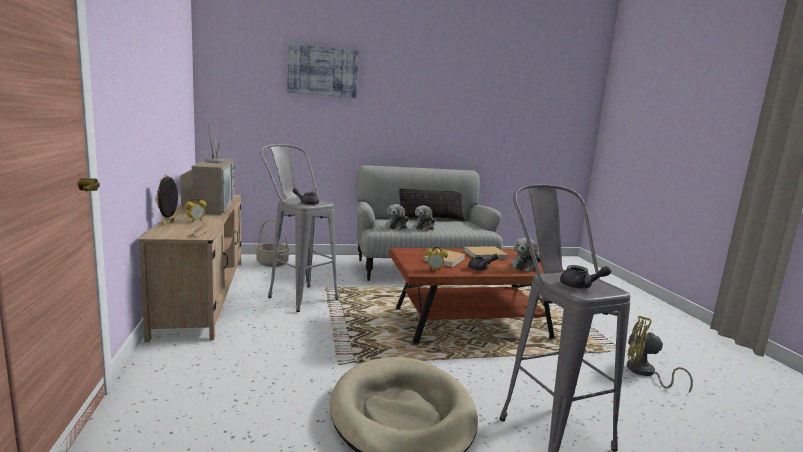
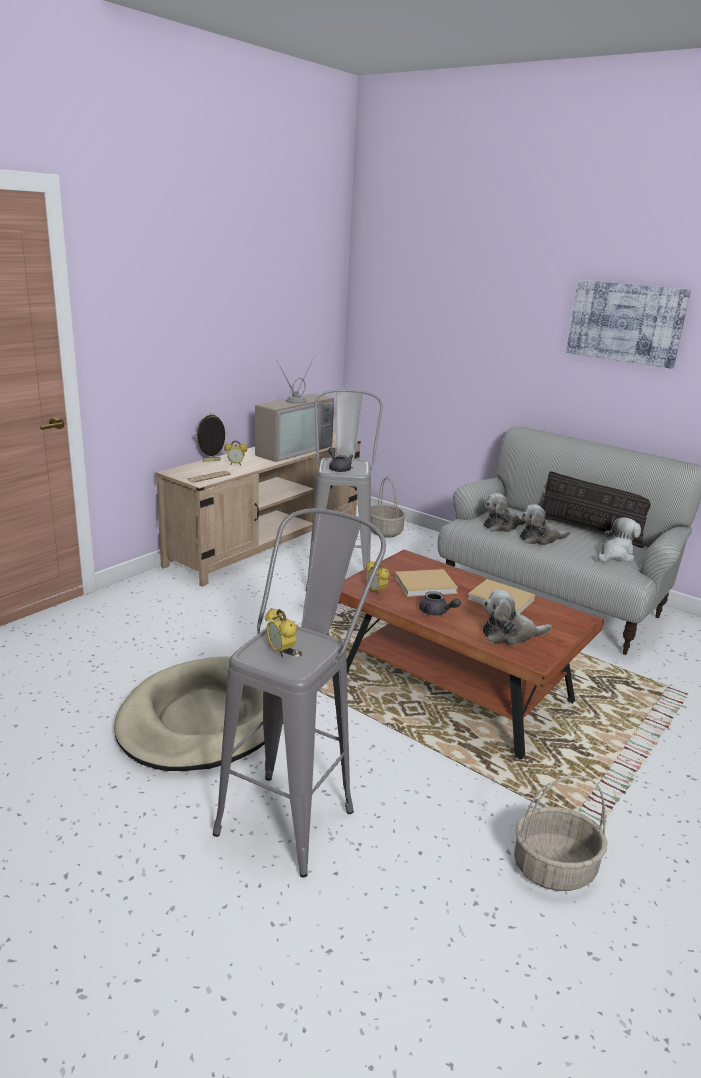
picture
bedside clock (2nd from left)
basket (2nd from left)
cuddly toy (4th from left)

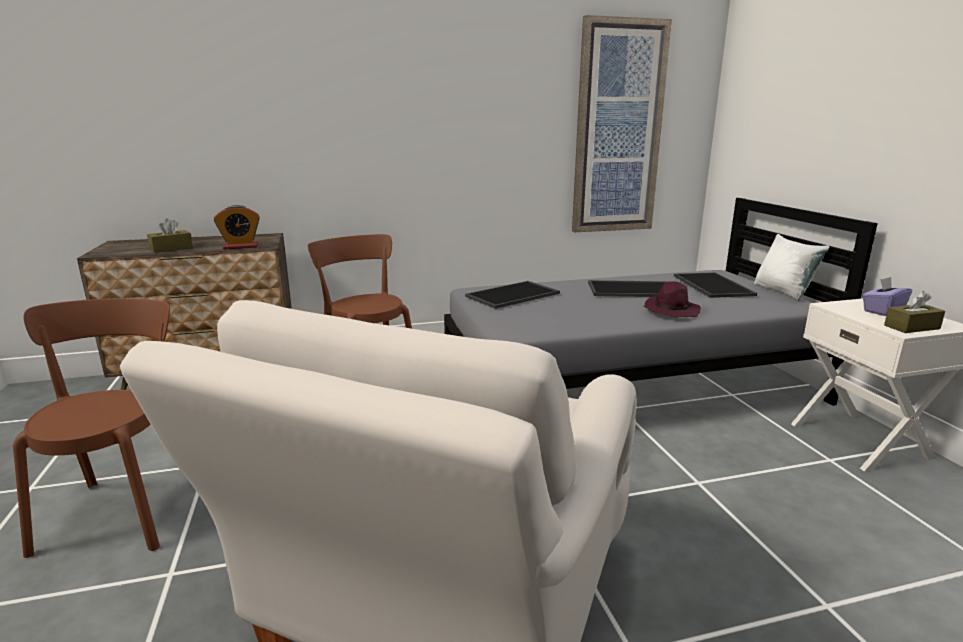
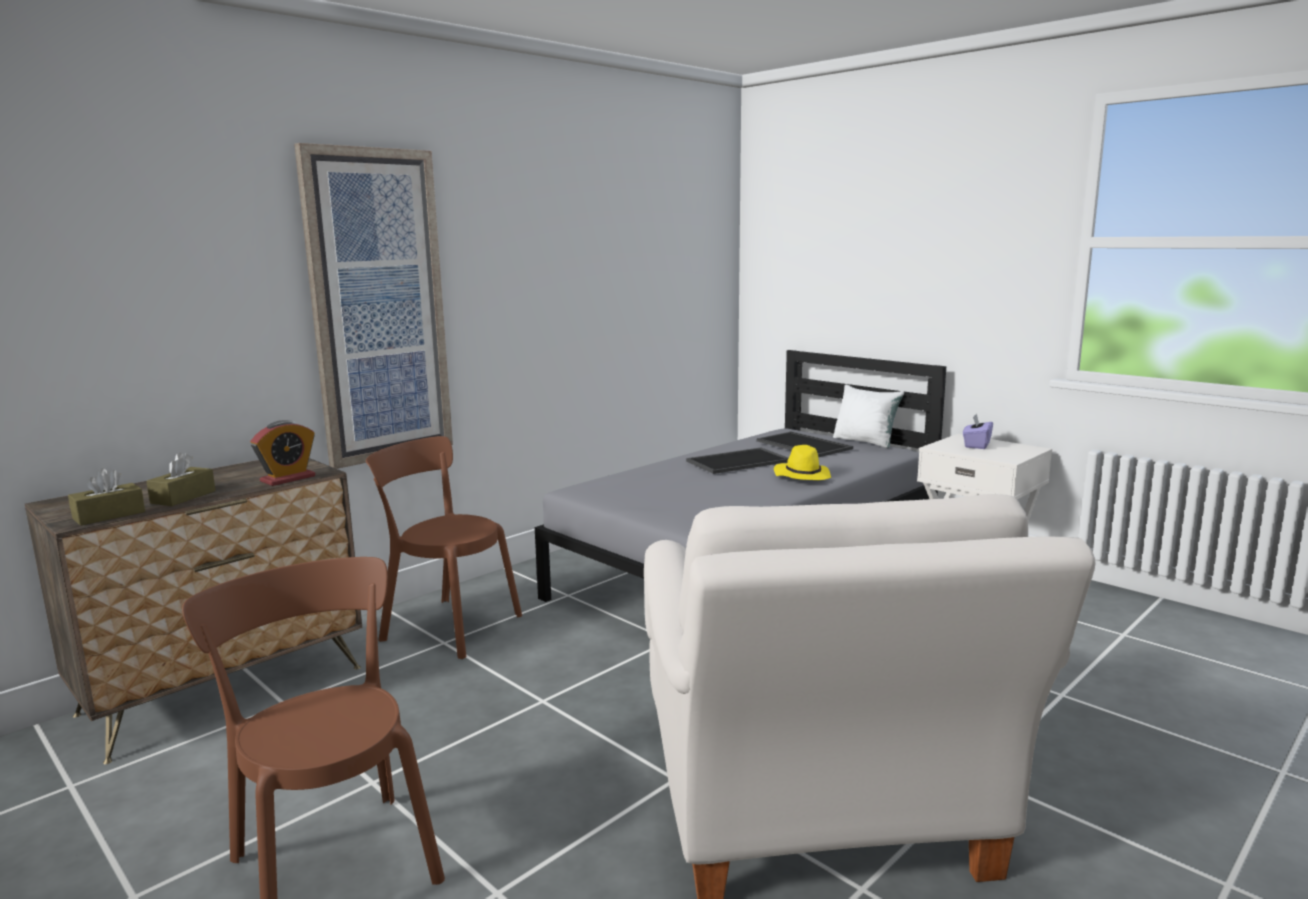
serving tray (1st from left in the first image)
picture
hat in yellowish
tissue holder in brown-coloured (1st from left)

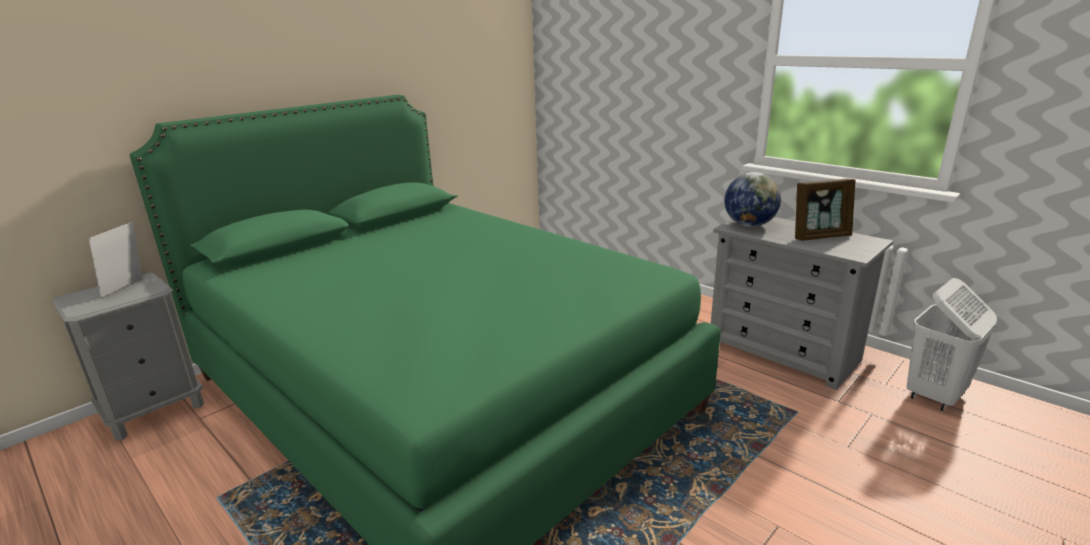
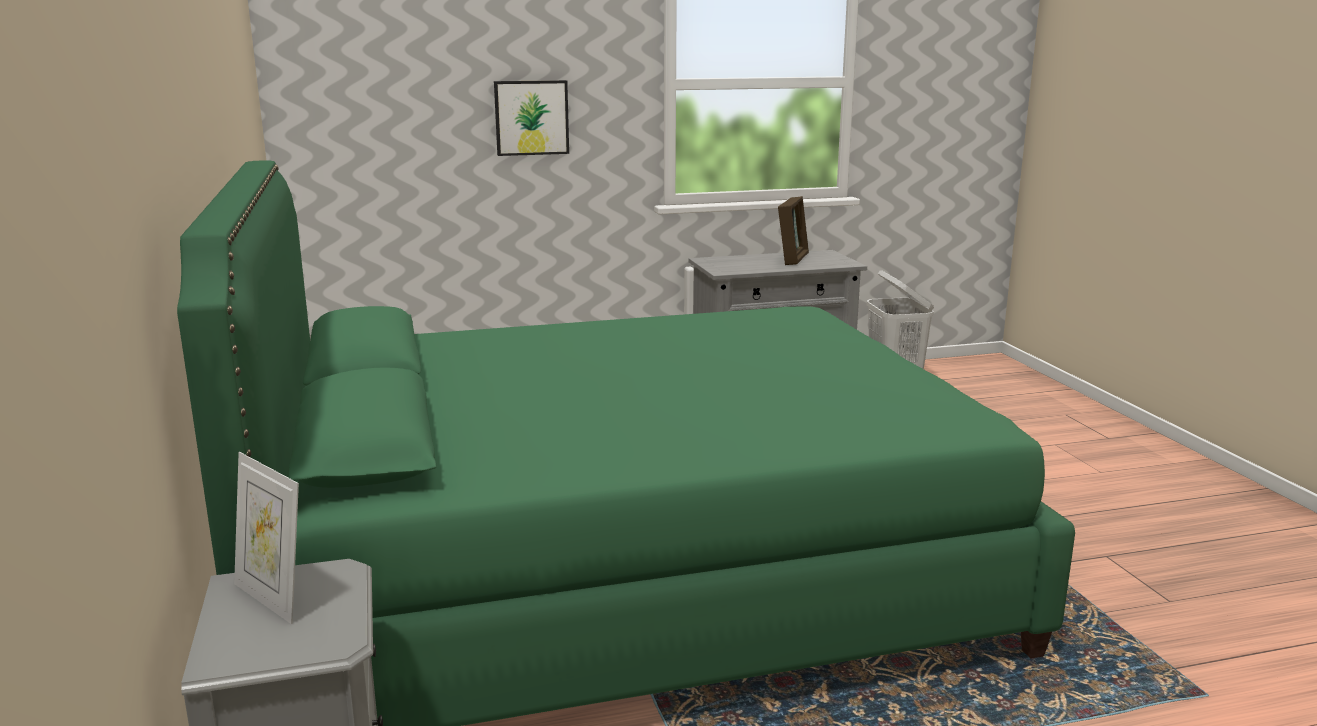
world globe
picture

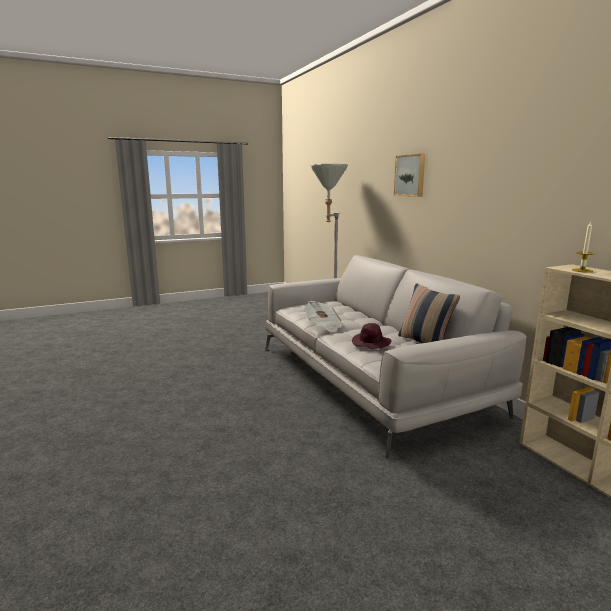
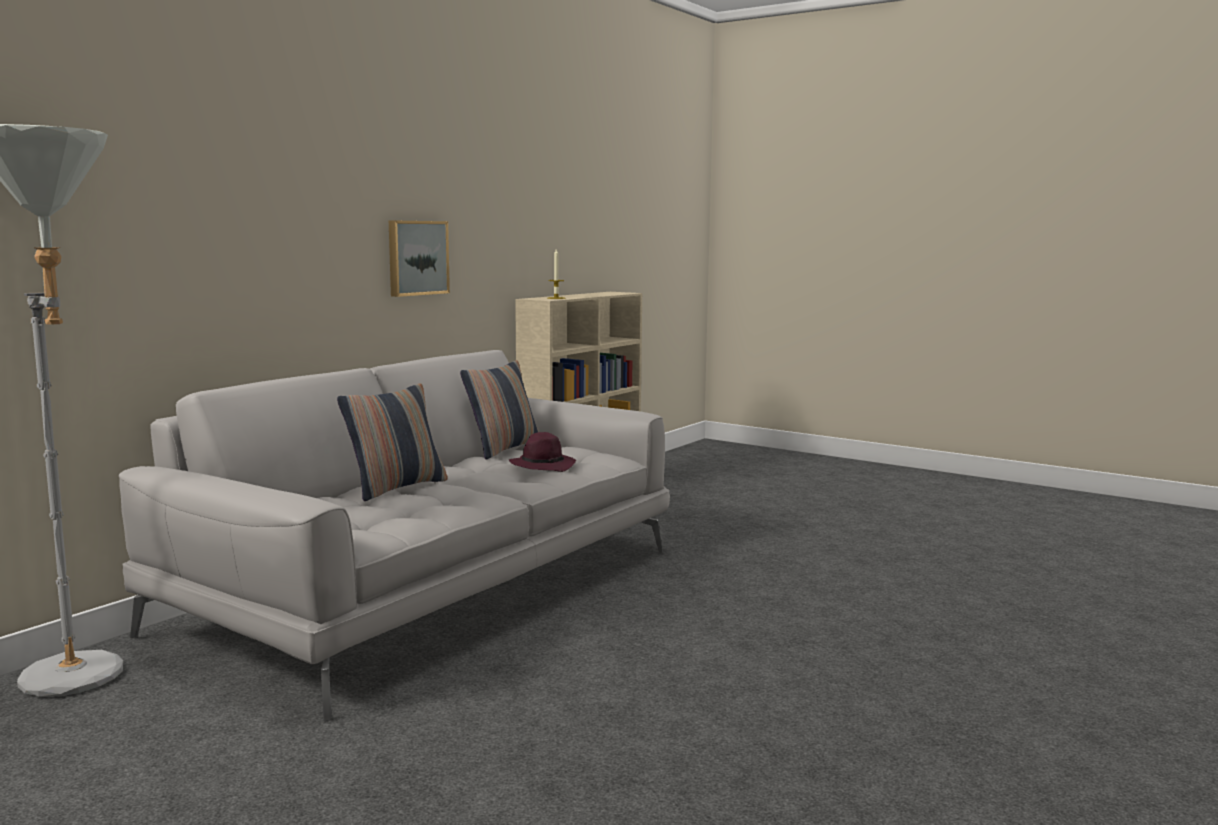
printed paper
picture
throw pillow (1st from left)

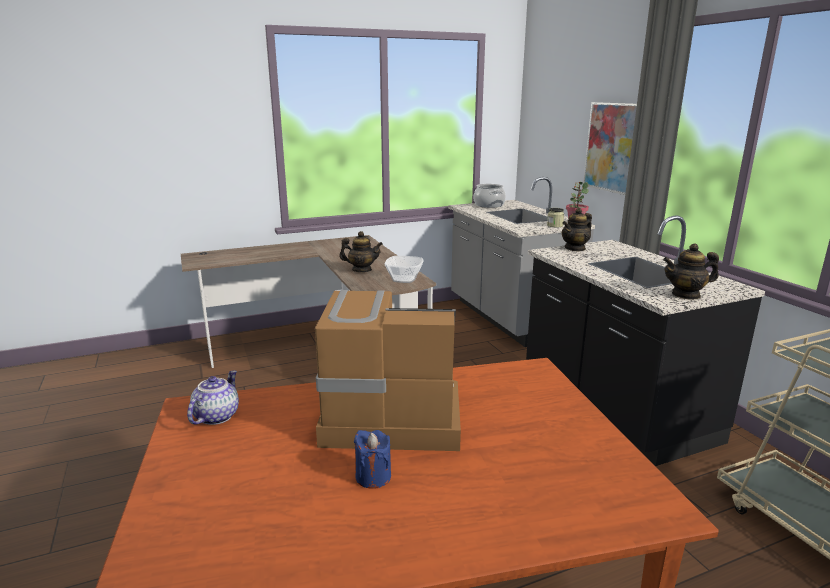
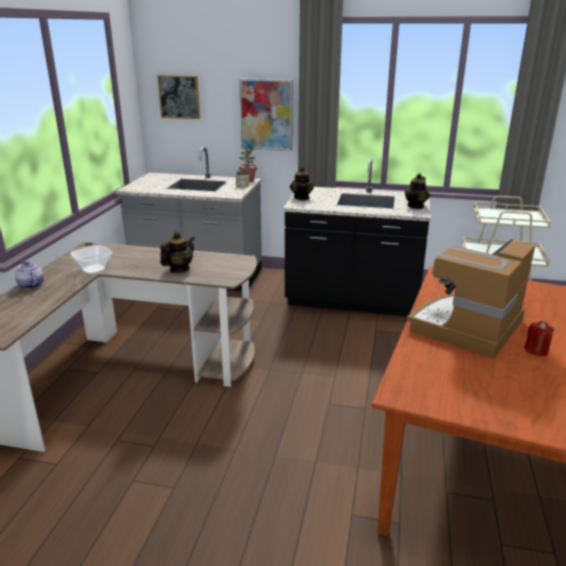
pot for tea (1st from left)
wax light in red-coloured
deep dish
saucepot
picture (1st from left)

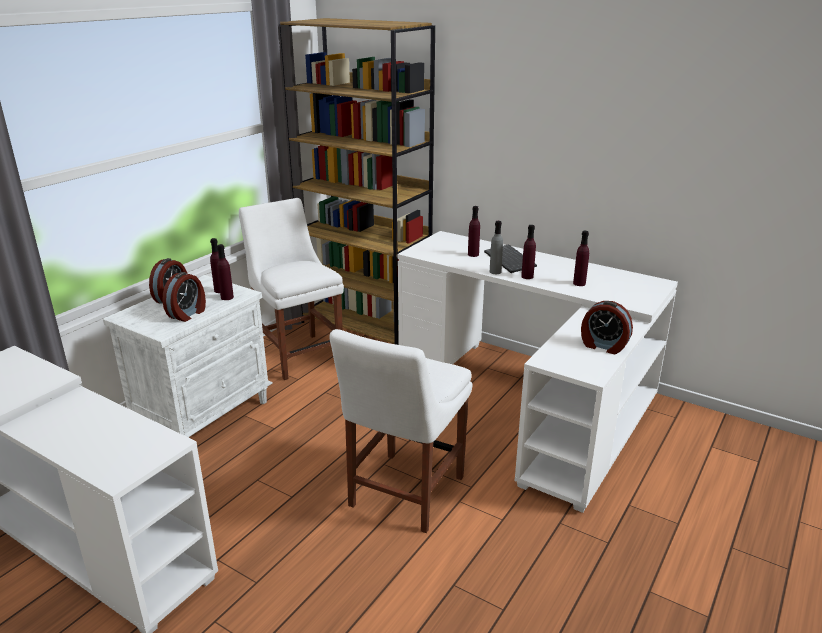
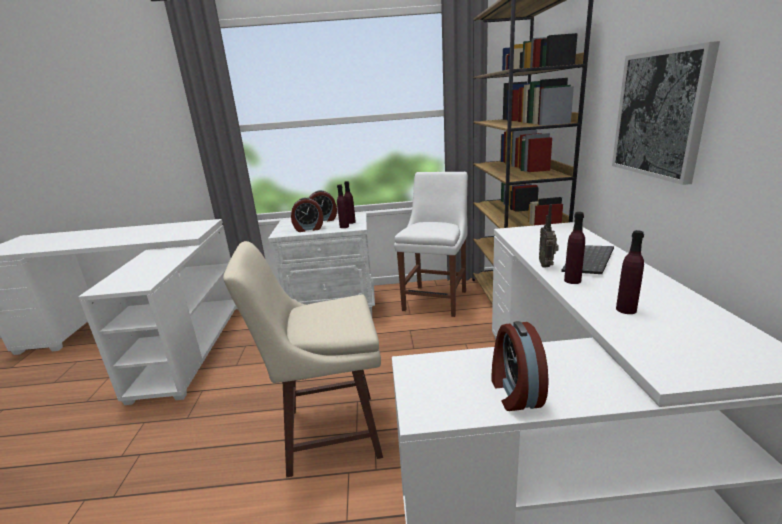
sitting stool in beige-coloured
drink bottle in purple (3rd from left in the first image)
radio receiver
picture

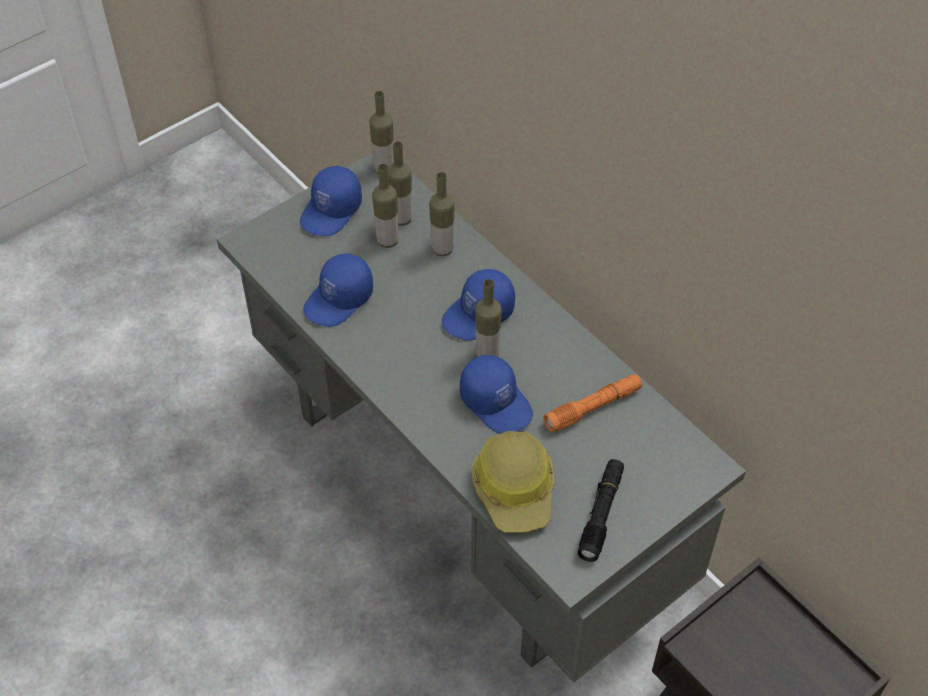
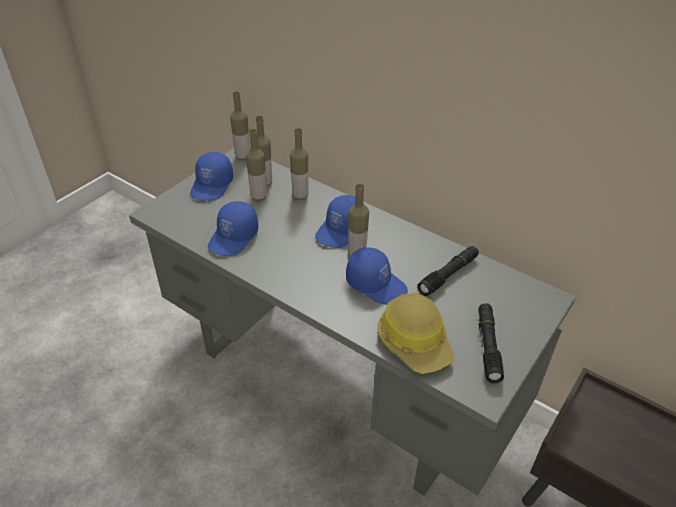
hand torch in black (1st from left)

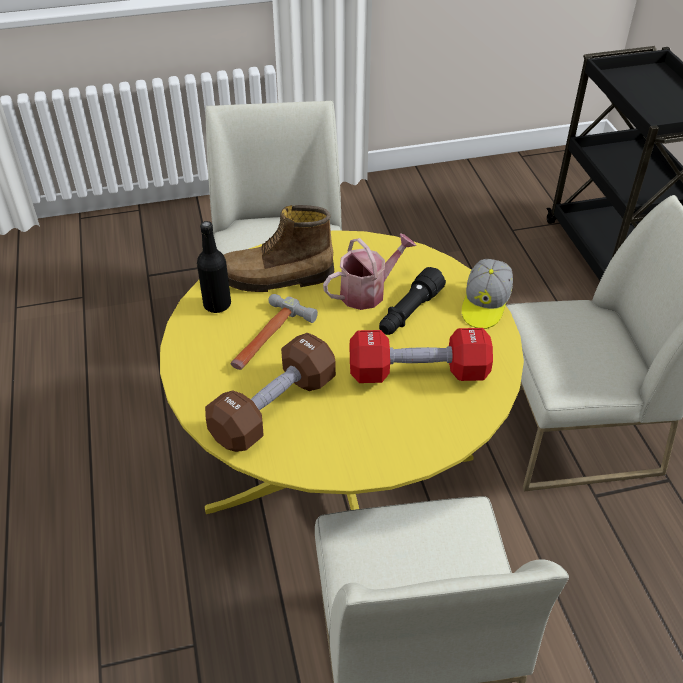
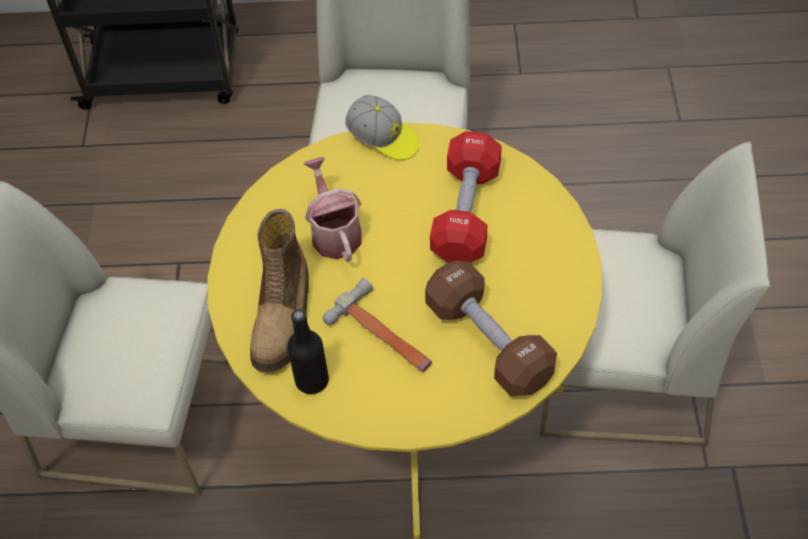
hand torch in black

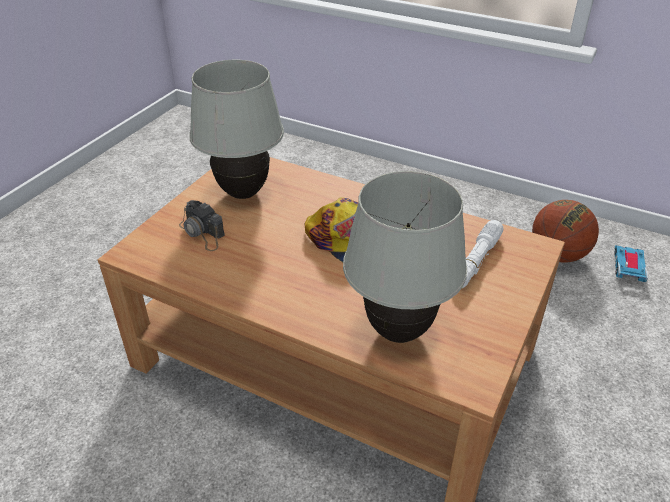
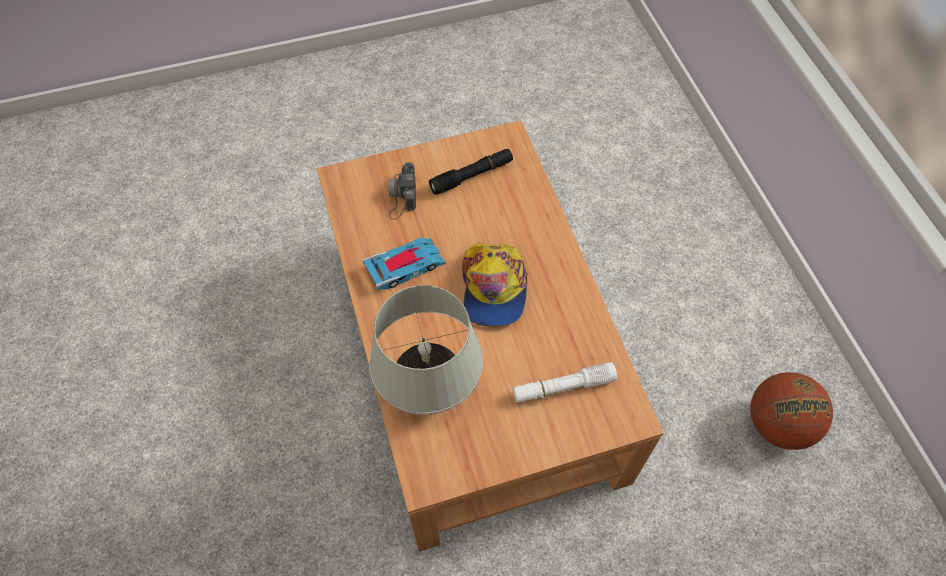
hand torch in black
miniature car

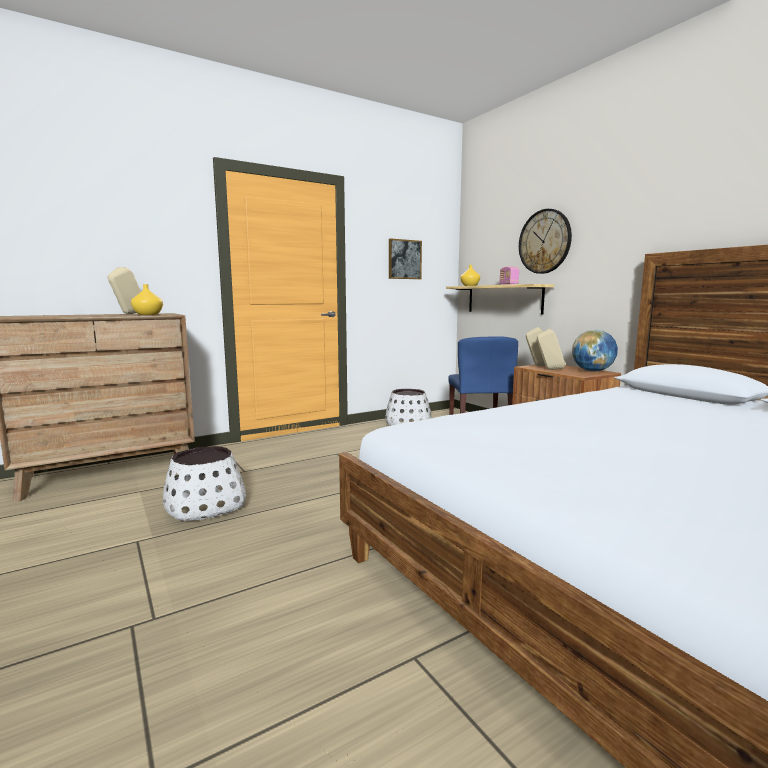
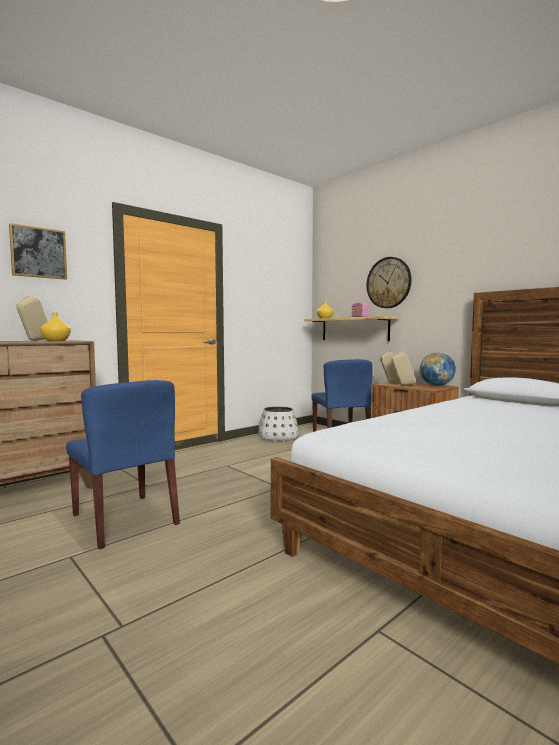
plain chair in blue-coloured (1st from left)
picture

